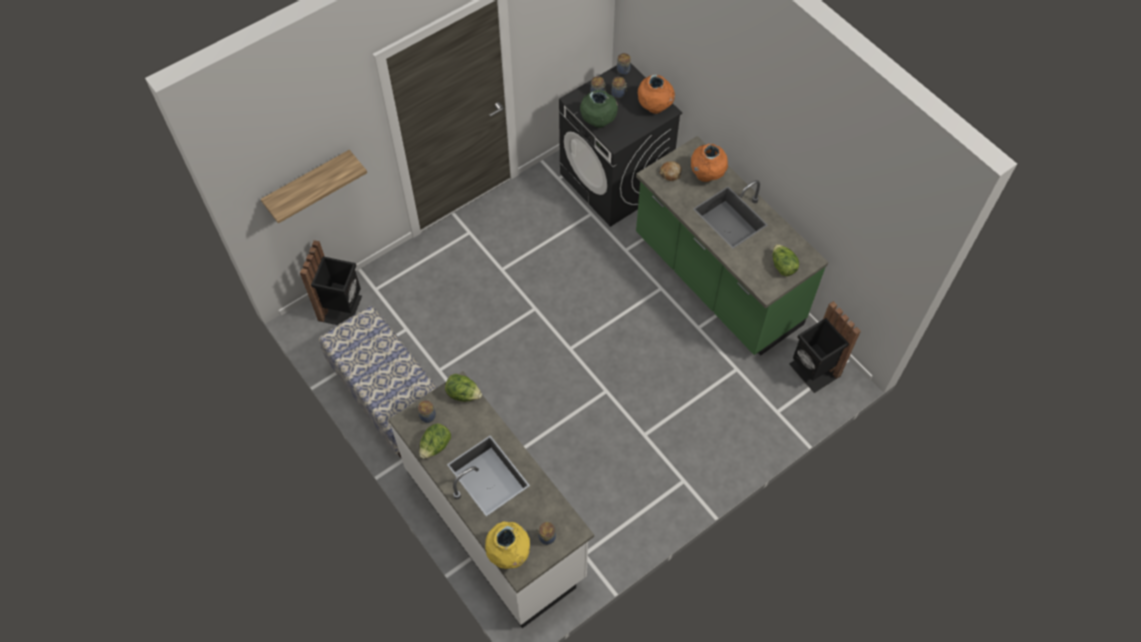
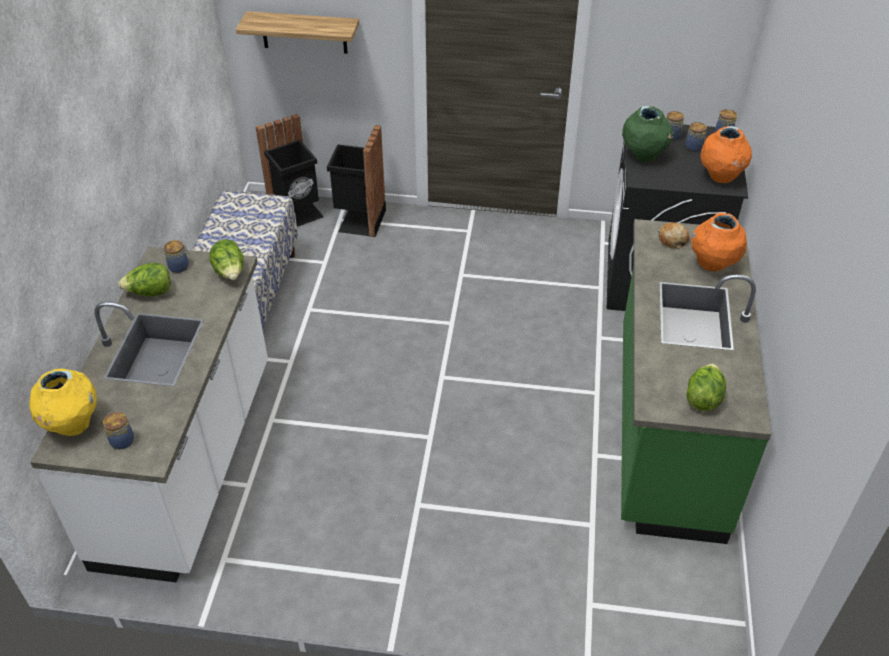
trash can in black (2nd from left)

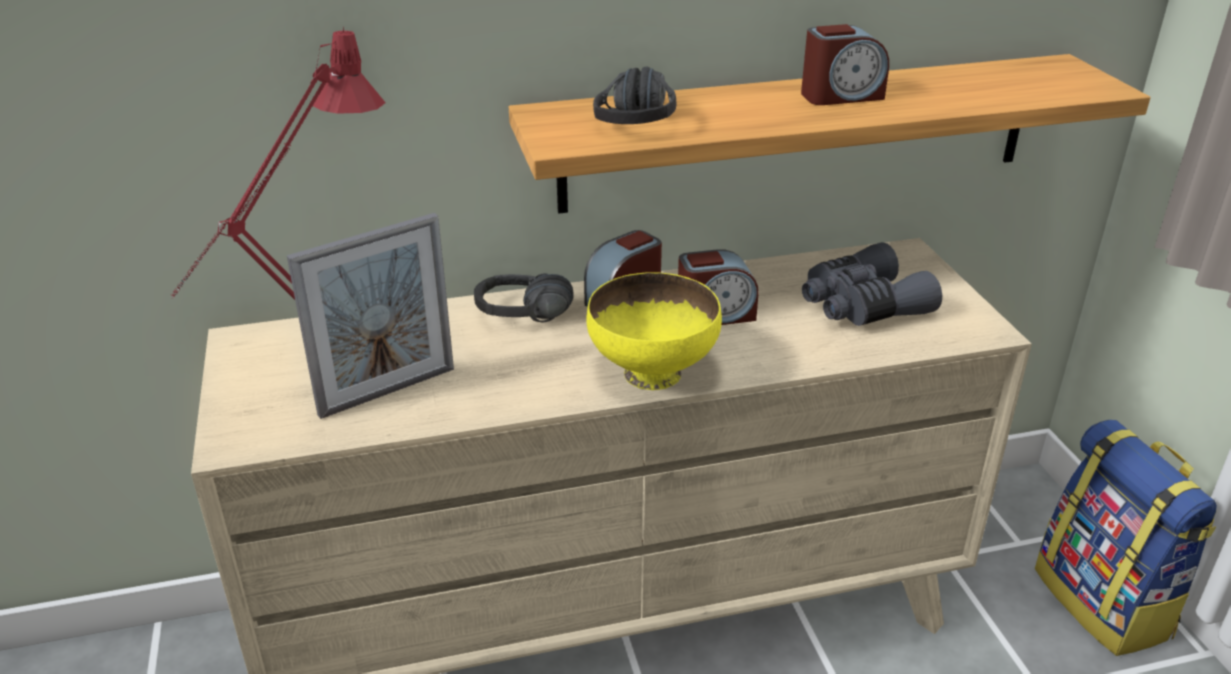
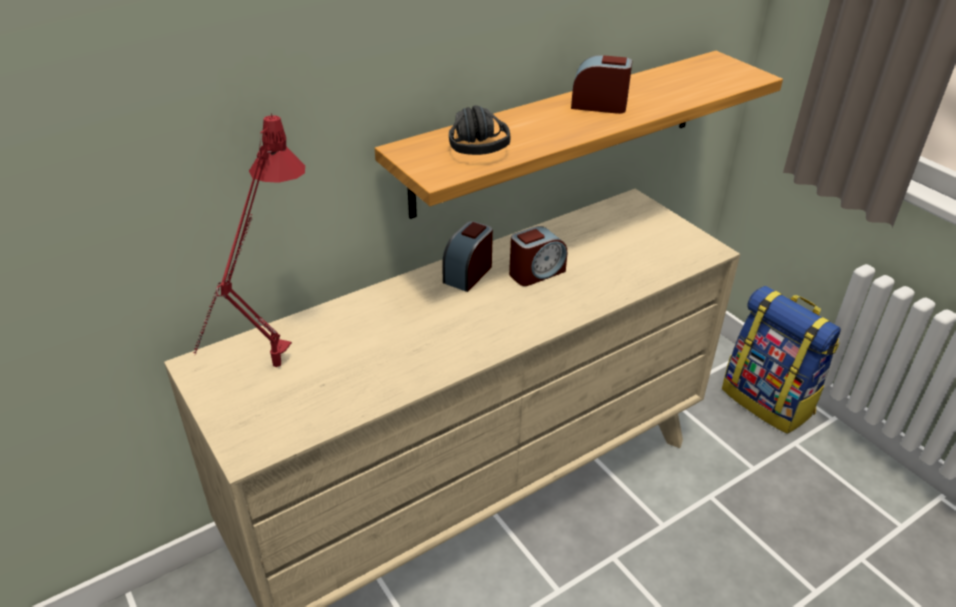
standing frame
headphones in black (1st from left in the first image)
deep dish in yellowish
bedside clock (3rd from left)
field glasses in gray

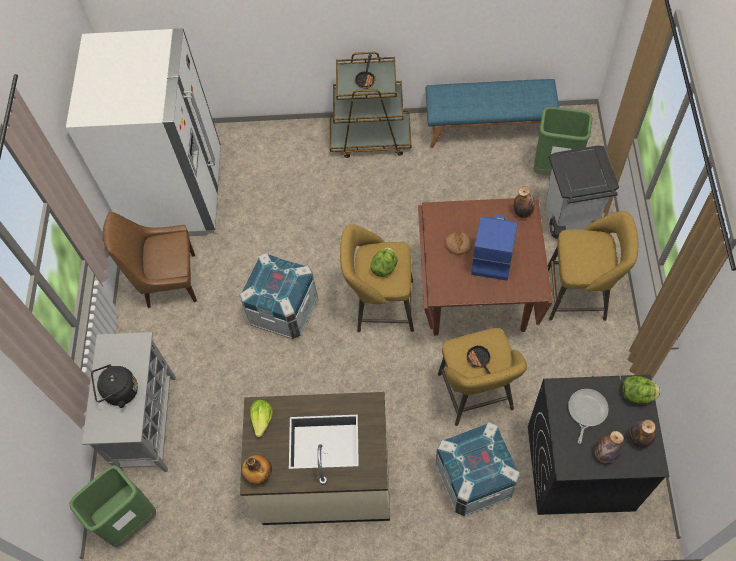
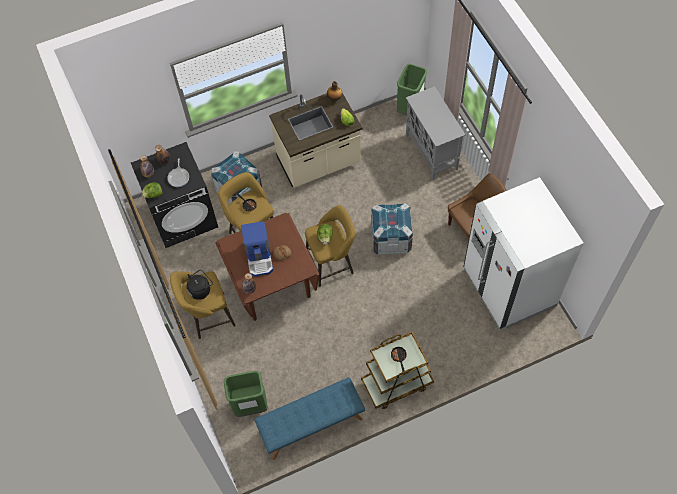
tea kettle in black
trash can in gray

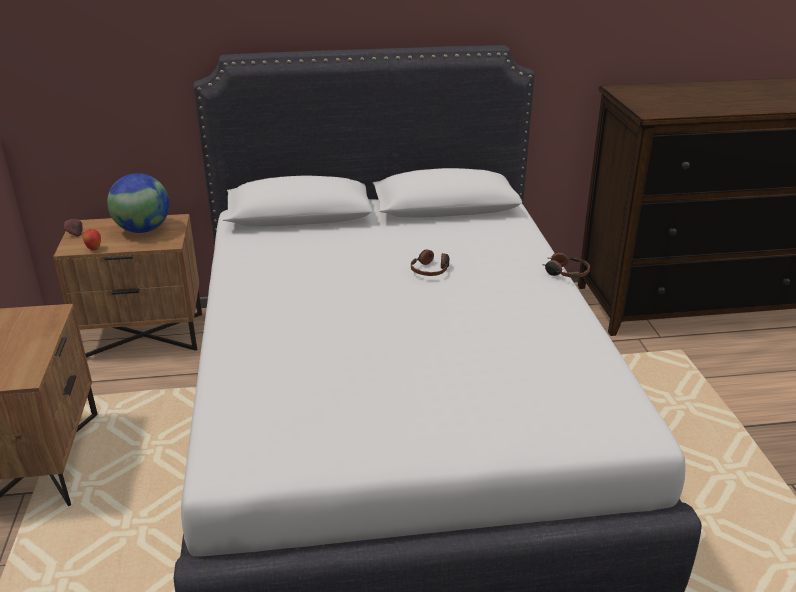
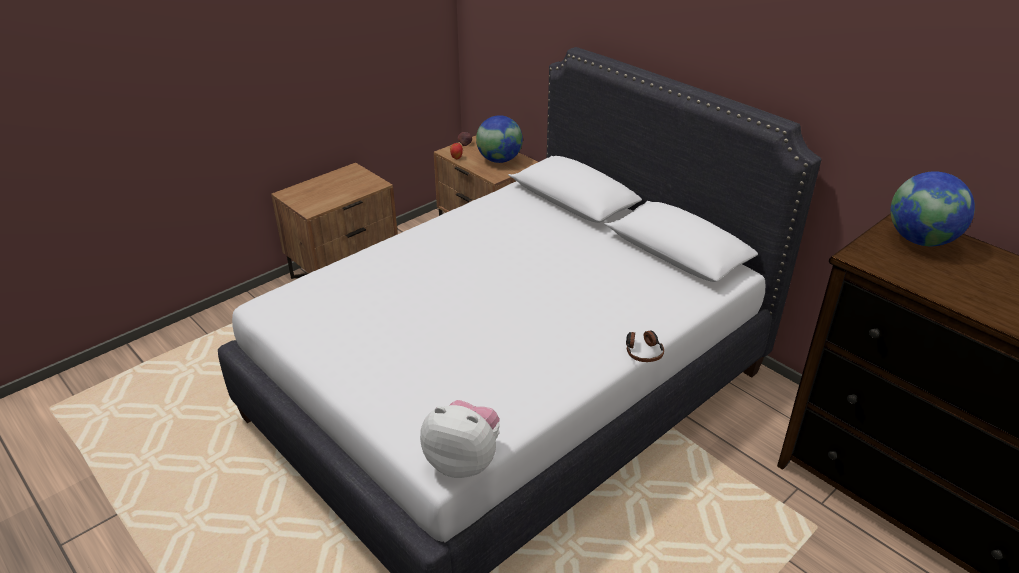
headphones (1st from left in the first image)
cuddly toy
world globe (2nd from left)

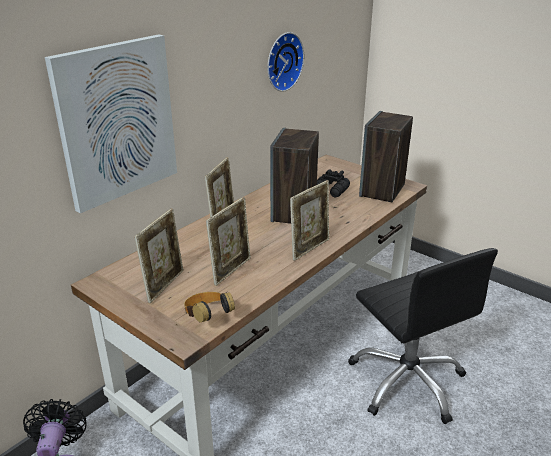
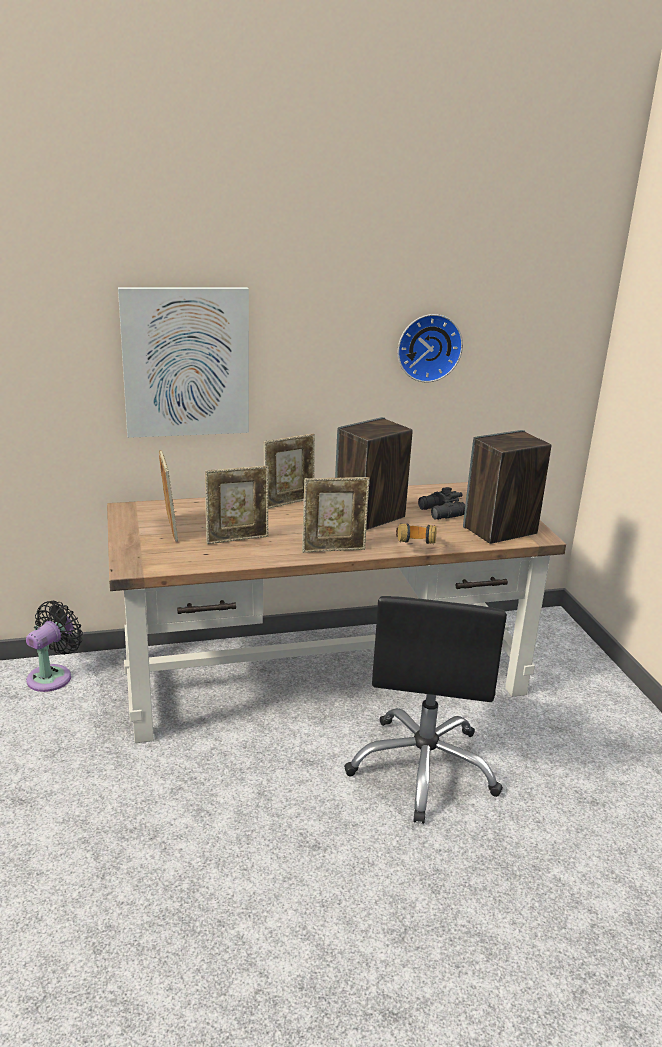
standing frame (1st from left)
headphones

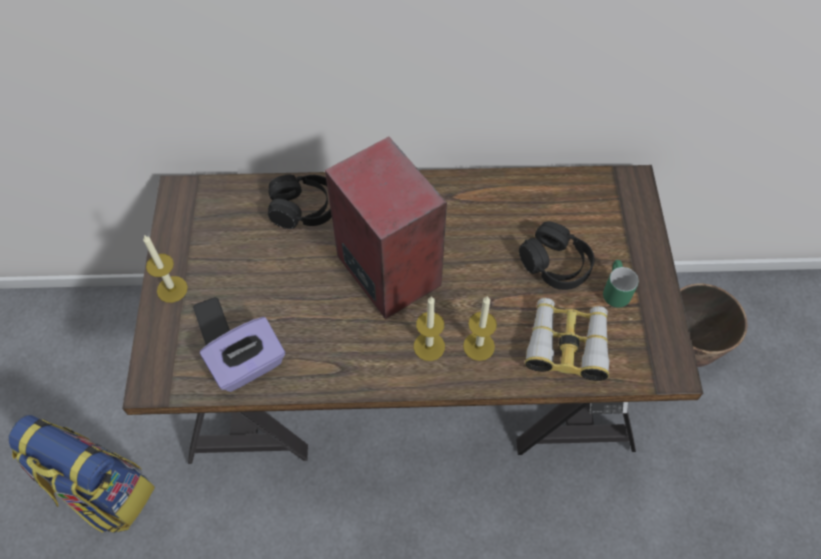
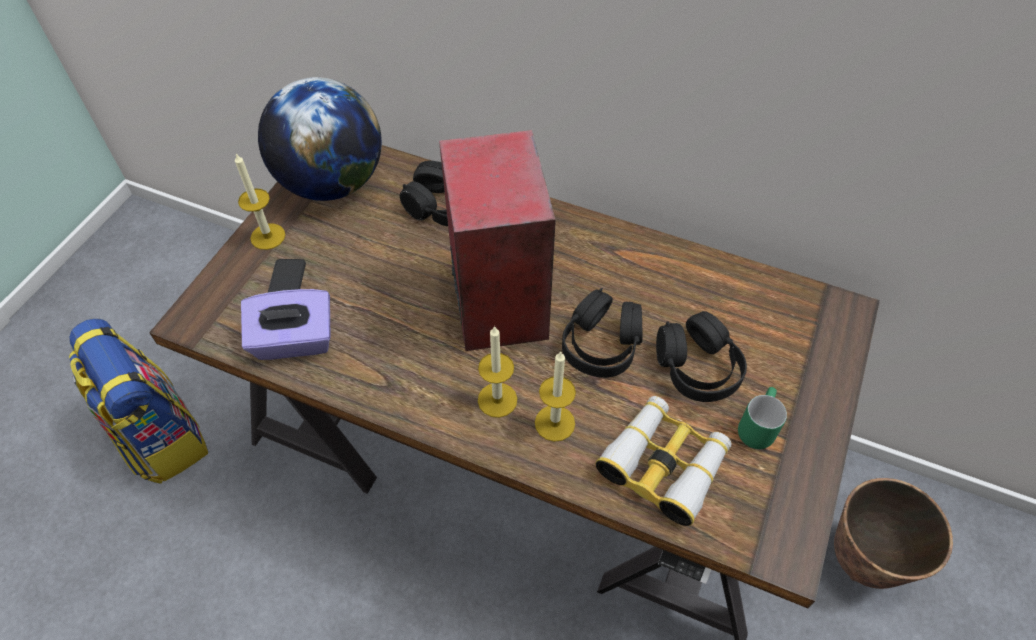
world globe
headphones in black (2nd from left)

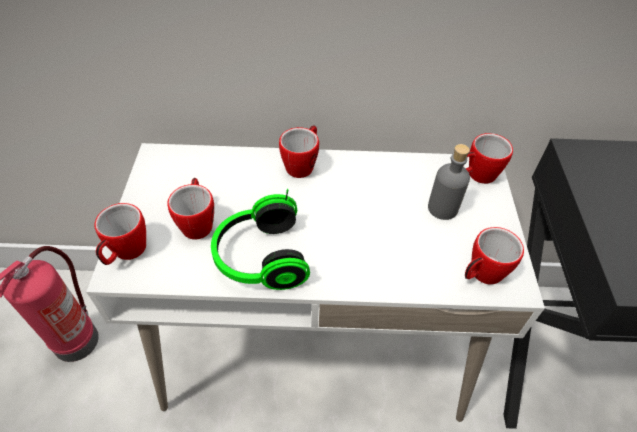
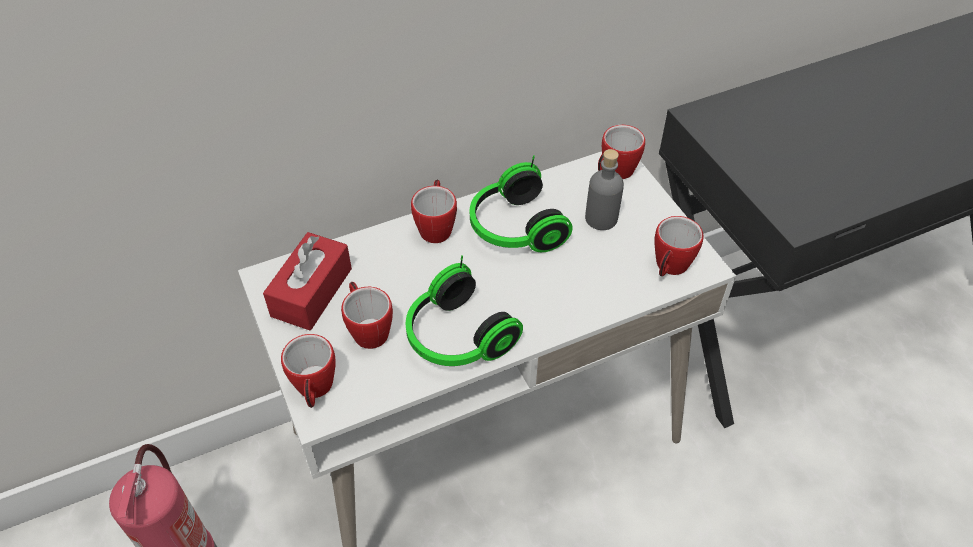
tissue holder in red-coloured
headphones (2nd from left)

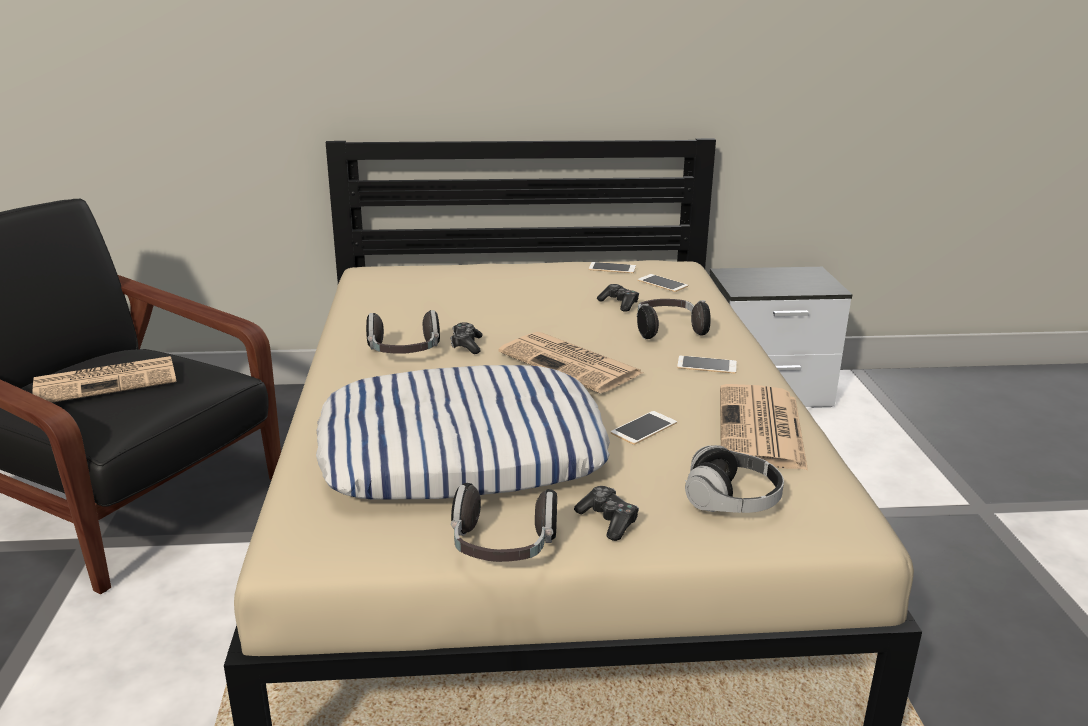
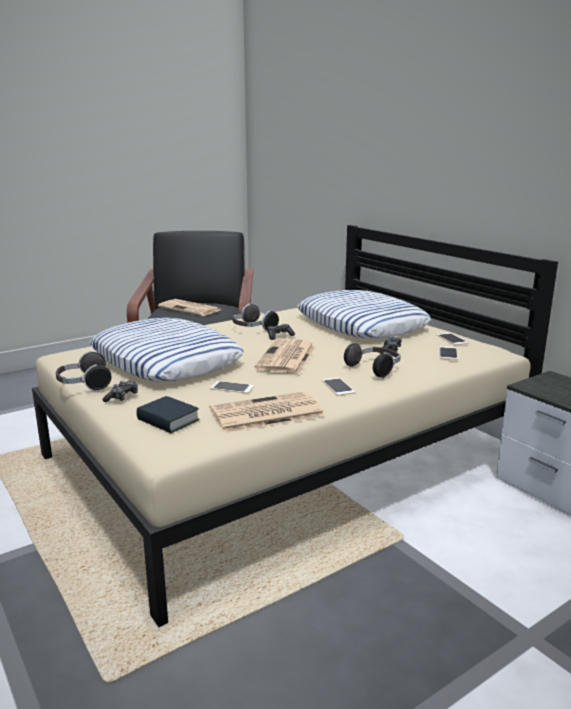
volume
throw pillow (2nd from left)

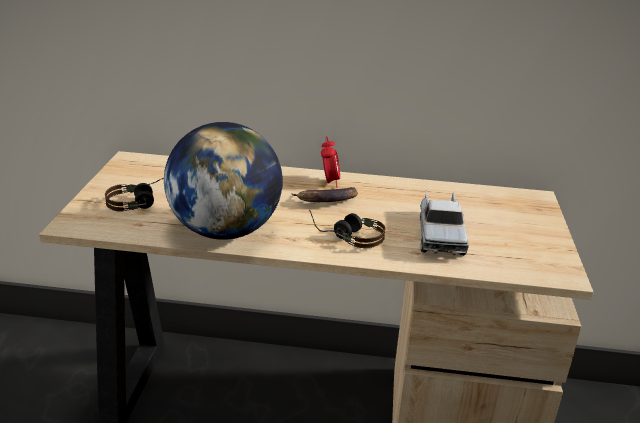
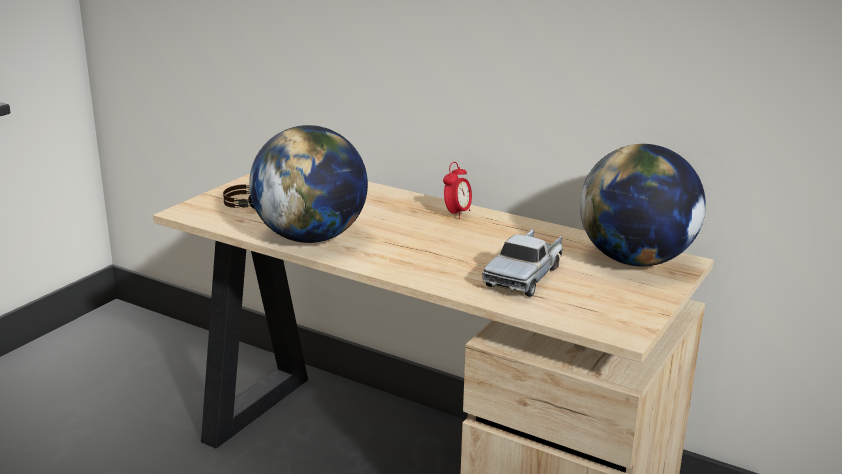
whole banana
headphones (2nd from left in the first image)
world globe (2nd from left)

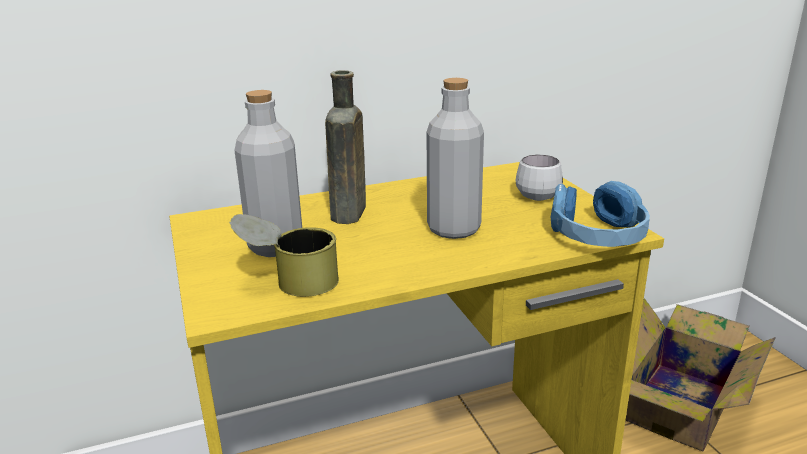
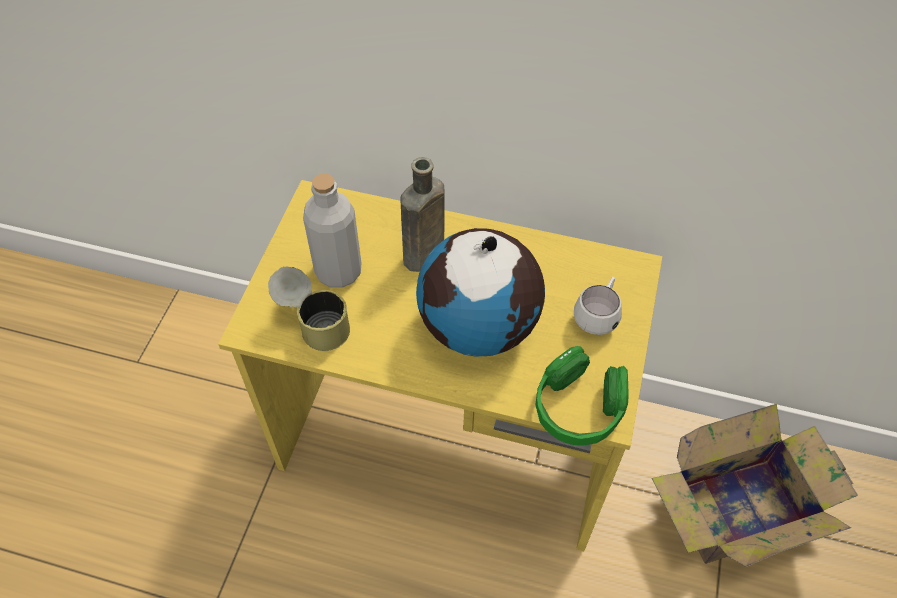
world globe
headphones in green

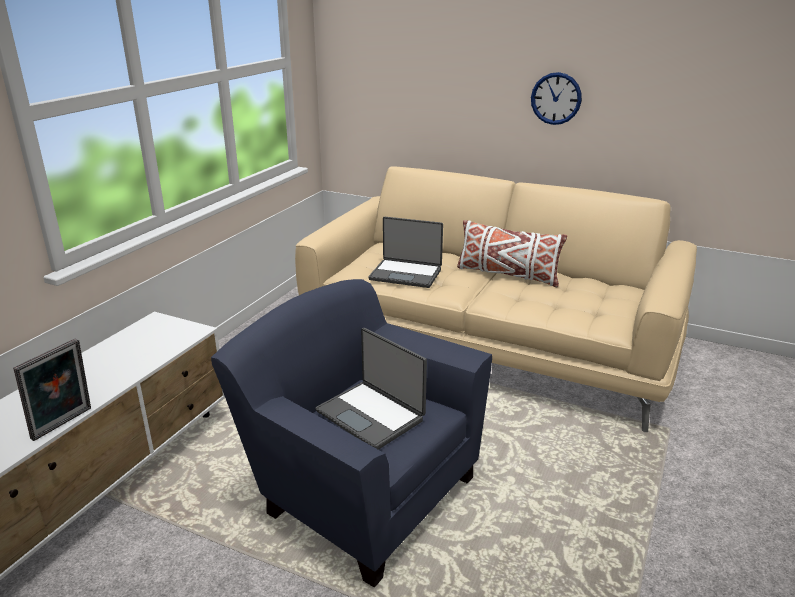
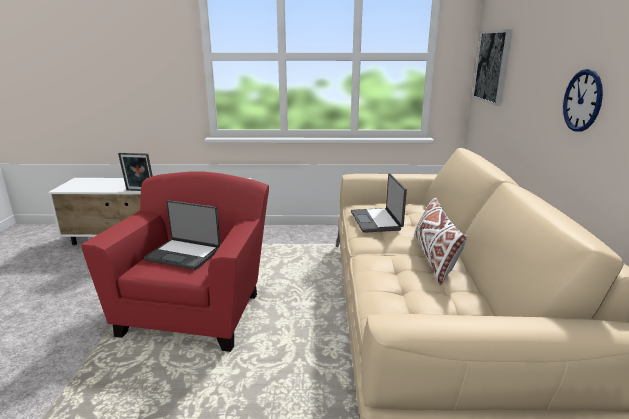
lounge chair in red-coloured
notebook computer (1st from left)
picture

